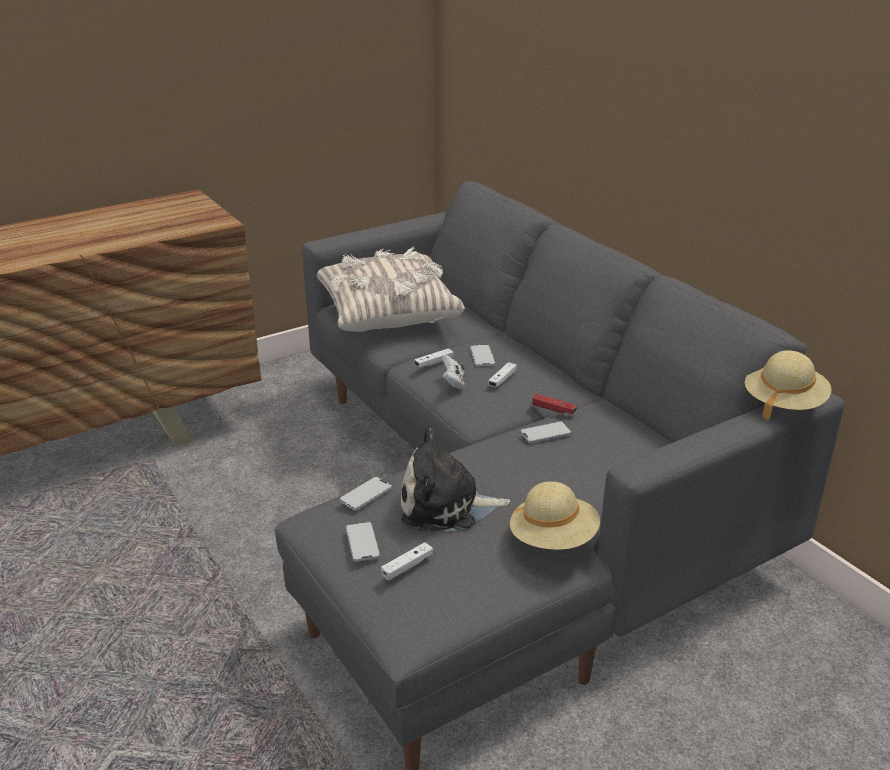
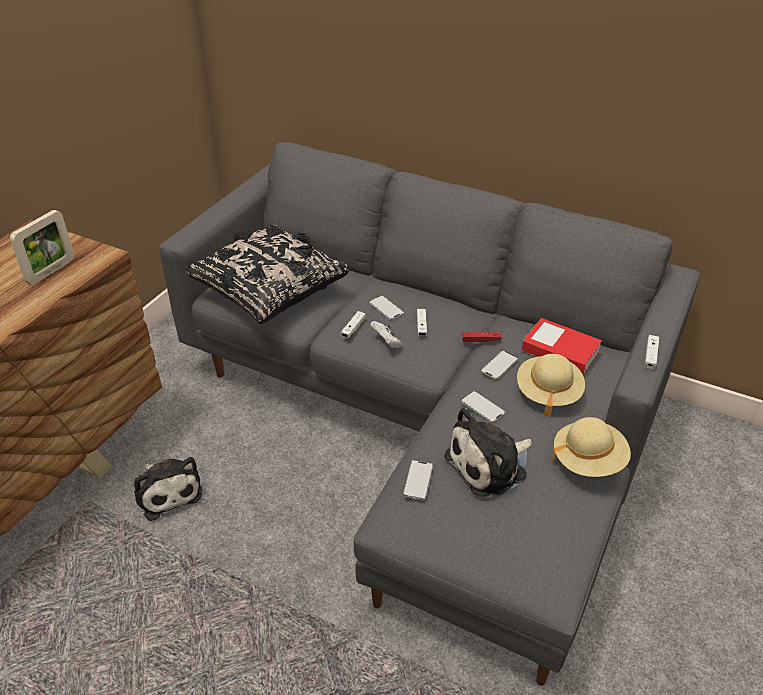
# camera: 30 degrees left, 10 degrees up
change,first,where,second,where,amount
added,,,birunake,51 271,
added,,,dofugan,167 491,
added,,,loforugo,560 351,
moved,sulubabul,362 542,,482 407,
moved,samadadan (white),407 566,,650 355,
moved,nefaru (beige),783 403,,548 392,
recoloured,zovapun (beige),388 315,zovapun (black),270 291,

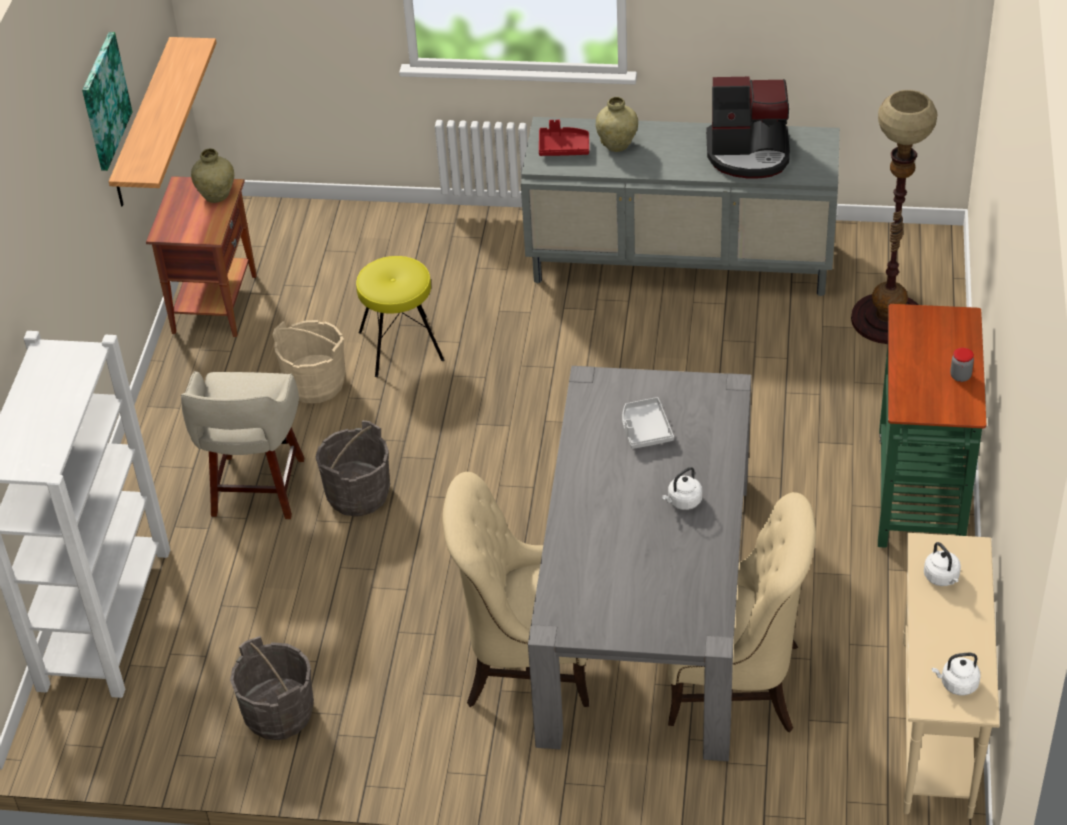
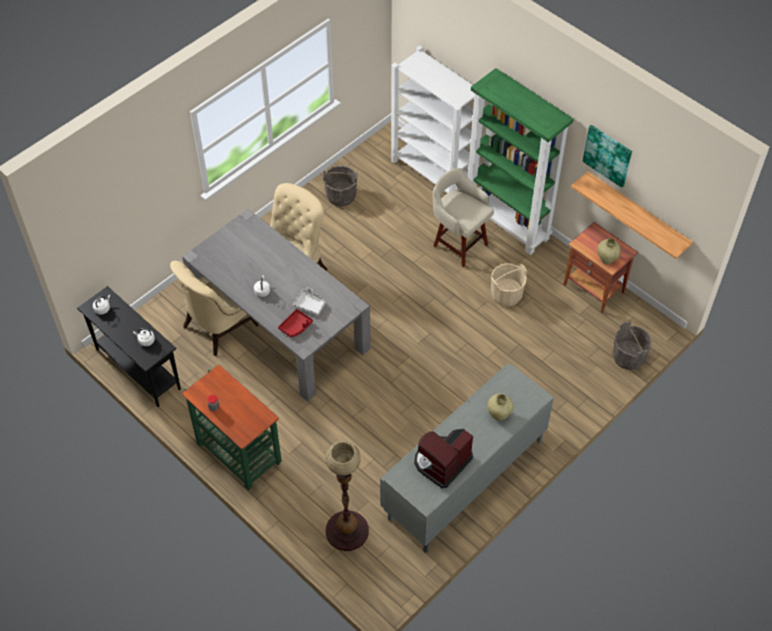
# camera: 125 degrees right, 10 degrees up
change,first,where,second,where,amount
removed,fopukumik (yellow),401 345,,,
added,,,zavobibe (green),508 223,
moved,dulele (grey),358 494,,628 357,
moved,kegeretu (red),563 147,,296 326,
recoloured,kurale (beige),938 728,kurale (black),137 369,

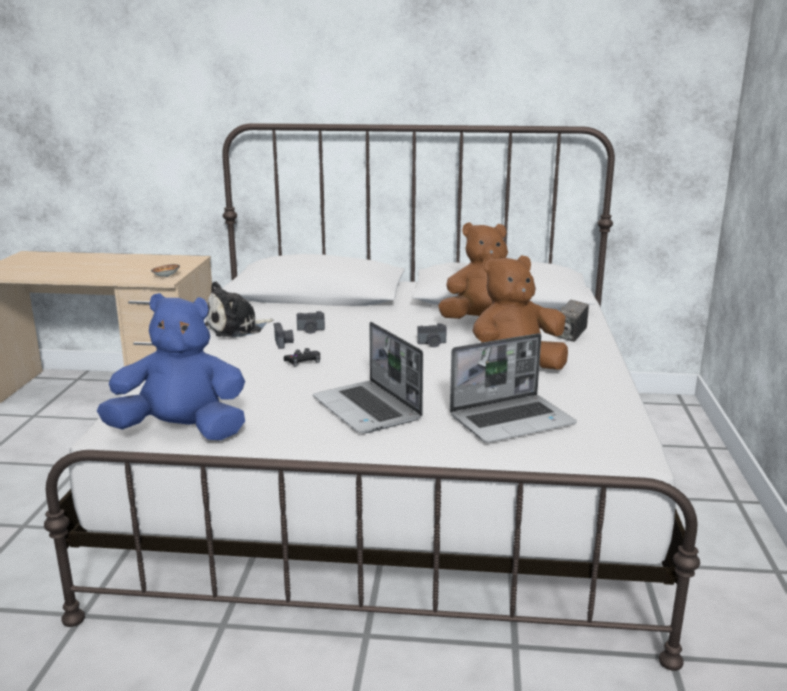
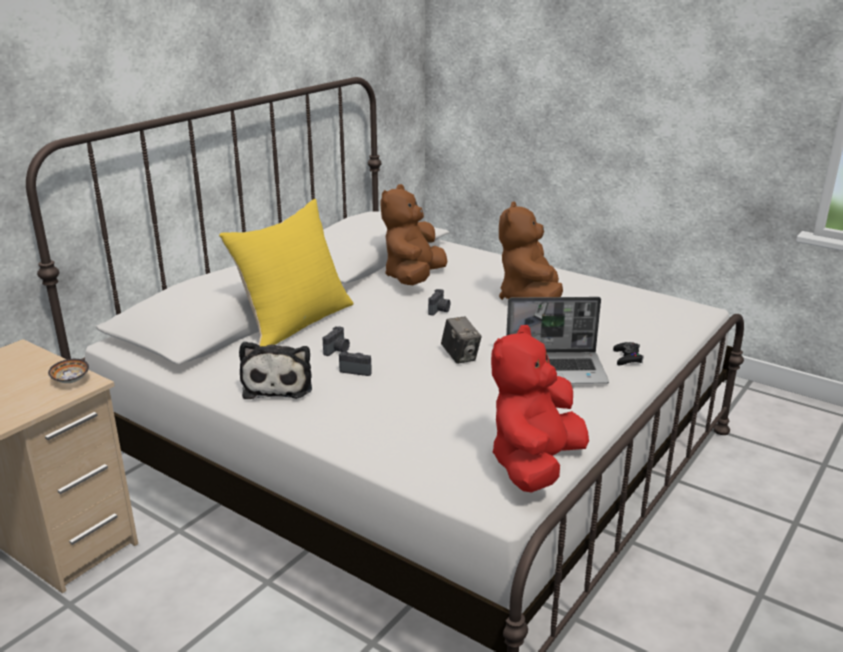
# camera: 60 degrees left, 5 degrees up
change,first,where,second,where,amount
removed,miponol,512 420,,,
added,,,zovapun (yellow),295 323,
moved,samadadan (black),303 362,,627 358,
moved,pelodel,571 336,,460 356,
recoloured,dofugan (blue),181 431,dofugan (red),535 465,

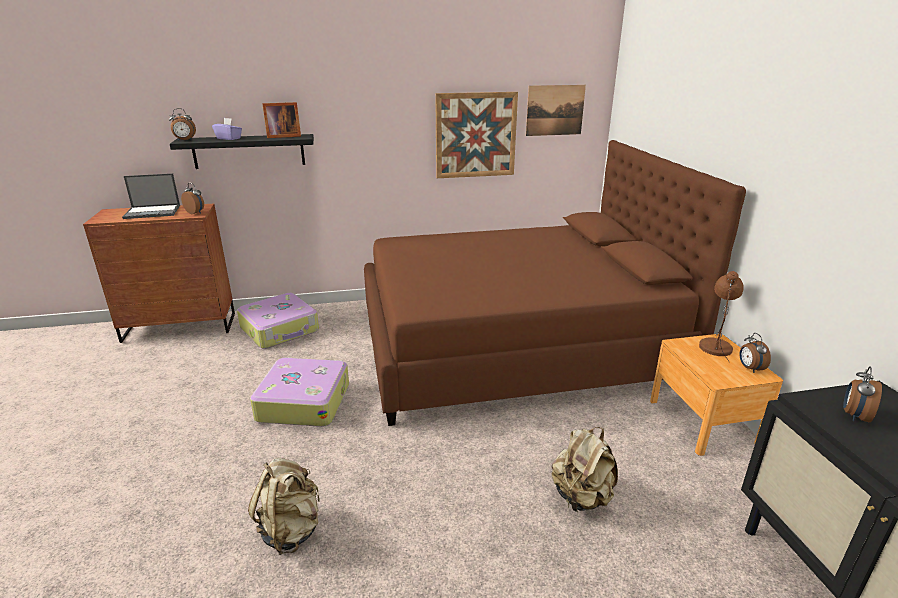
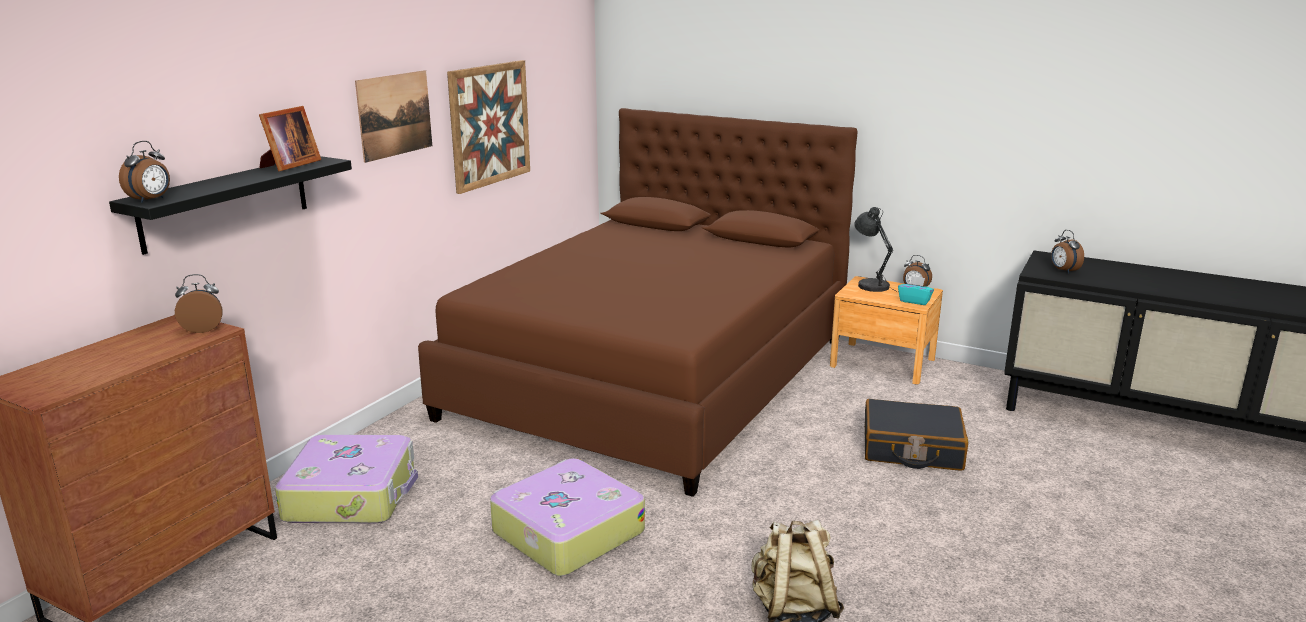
# camera: 50 degrees left, 5 degrees down
change,first,where,second,where,amount
removed,miponol,153 212,,,
removed,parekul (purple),229 138,,,
added,,,parekul (turquoise),914 301,
moved,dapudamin,555 110,,395 115,
replaced,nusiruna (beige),581 497,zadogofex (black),911 449,
recoloured,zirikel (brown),716 346,zirikel (grey),871 285,

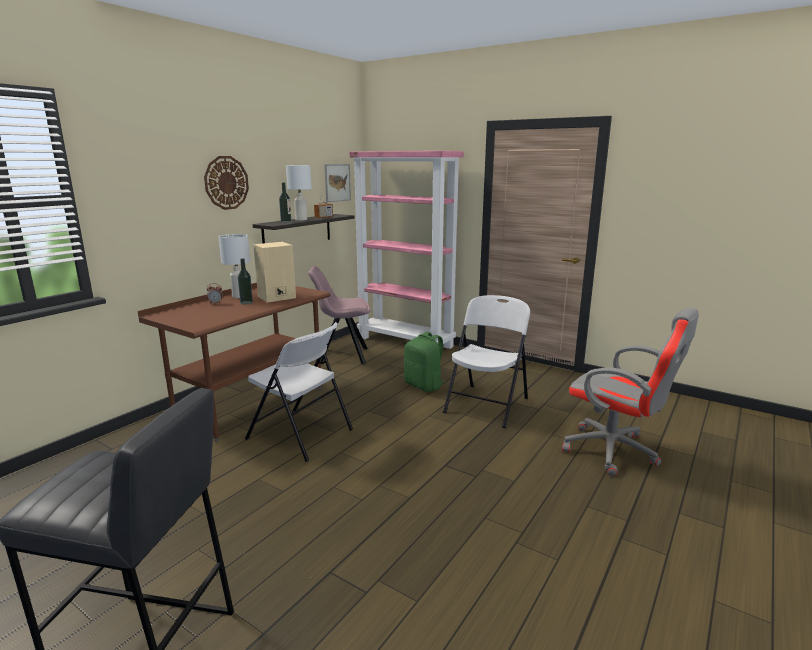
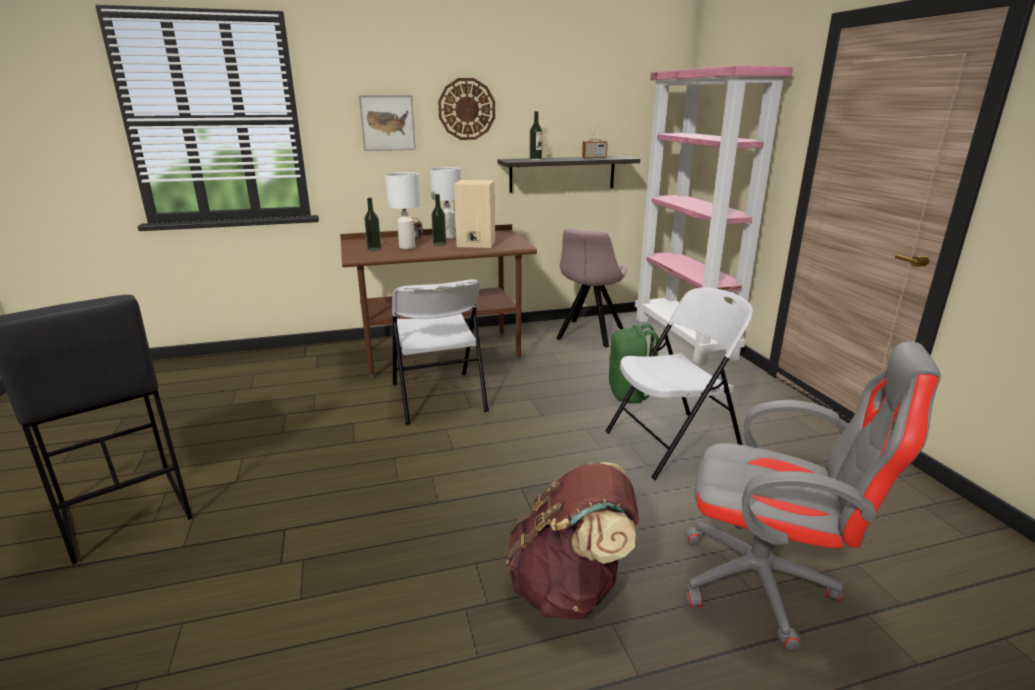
# camera: 40 degrees right, 5 degrees up
change,first,where,second,where,amount
added,,,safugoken,374 249,
added,,,nusiruna (brown),570 588,
moved,zirikel (white),300 219,,406 247,
moved,dapudamin,337 182,,387 123,
turned,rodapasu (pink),342 356,,589 334,105 degrees counterclockwise
turned,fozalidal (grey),617 454,,769 587,60 degrees counterclockwise

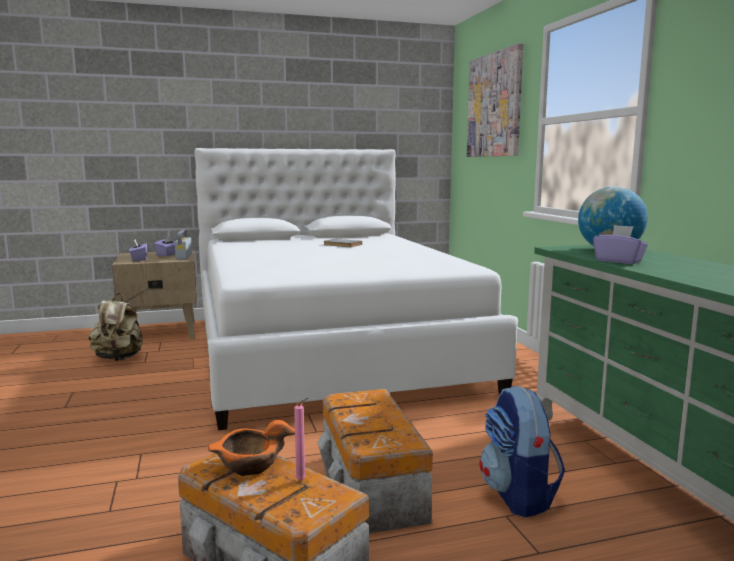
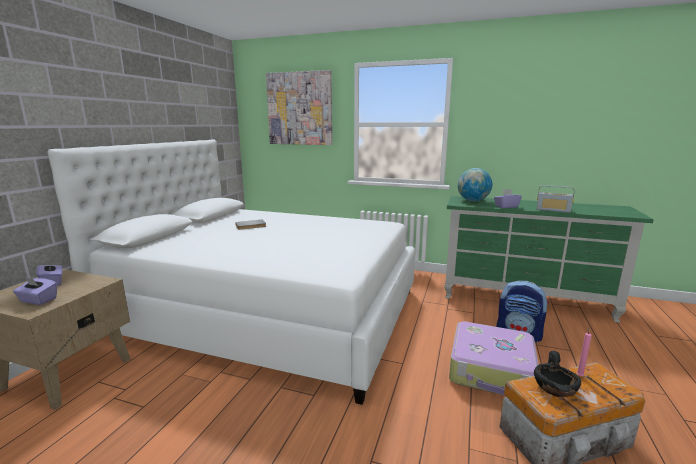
# camera: 55 degrees left, 5 degrees up
change,first,where,second,where,amount
removed,nusiruna (beige),119 359,,,
moved,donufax,184 257,,553 210,
replaced,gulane,371 488,zadogofex,492 370,
recoloured,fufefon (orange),250 466,fufefon (black),554 388,

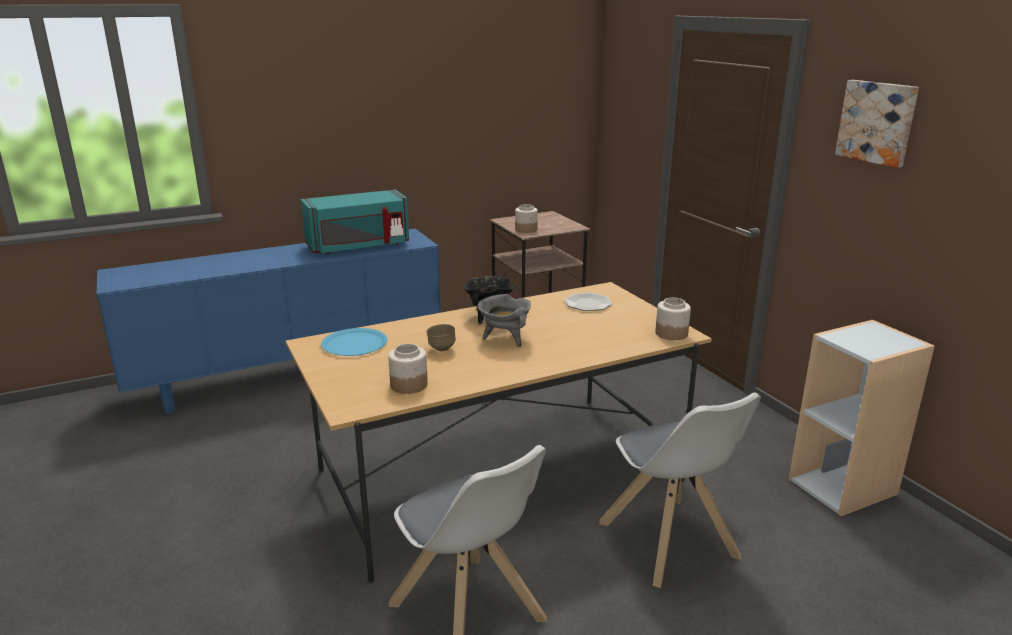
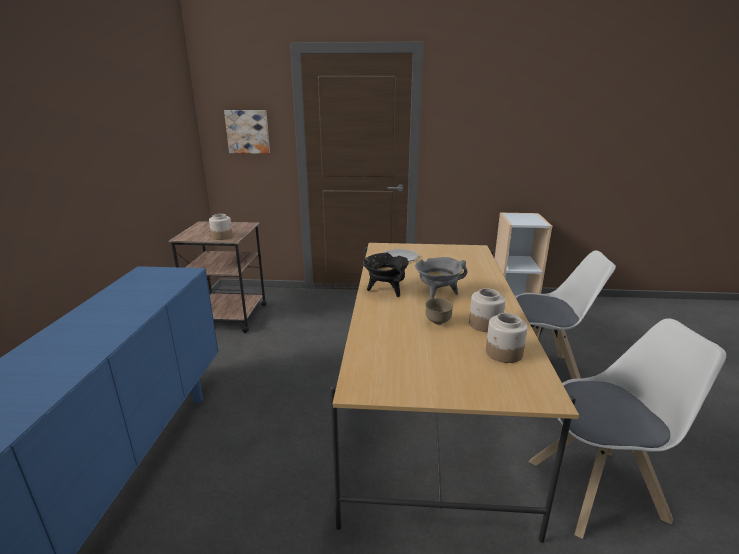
# camera: 60 degrees left, 0 degrees up
change,first,where,second,where,amount
removed,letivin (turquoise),359 246,,,
removed,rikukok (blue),354 344,,,
moved,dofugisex,671 333,,484 324,
moved,dapudamin,877 122,,248 131,

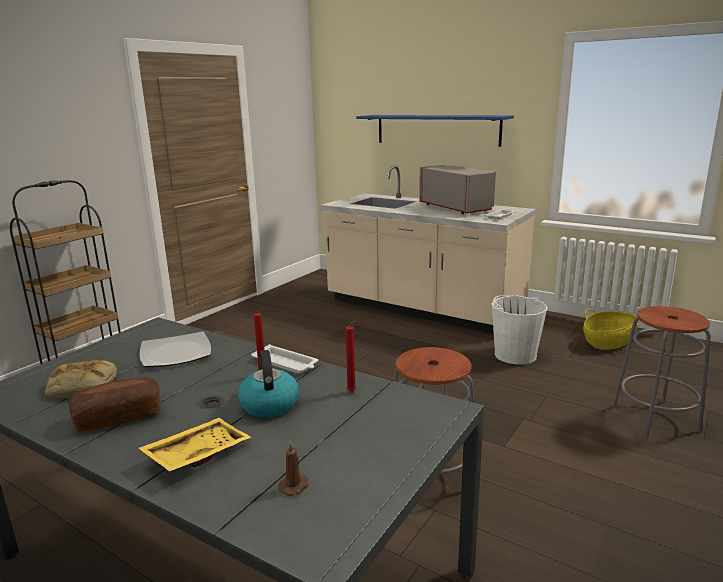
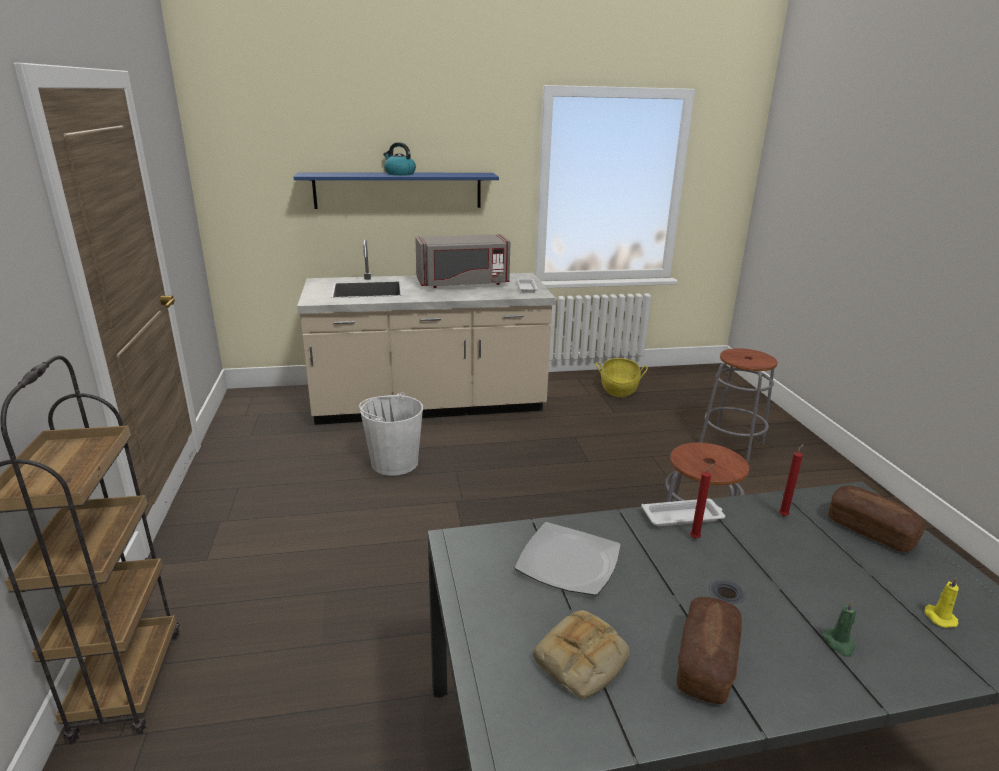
# camera: 45 degrees left, 5 degrees up
change,first,where,second,where,amount
added,,,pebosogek,870 530,
moved,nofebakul,269 404,,399 174,
moved,dulele (white),515 355,,394 462,
replaced,kegeretu (yellow),197 454,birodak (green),839 644,
recoloured,birodak (brown),295 486,birodak (yellow),938 617,
turned,letivin (grey),456 208,,463 283,150 degrees clockwise

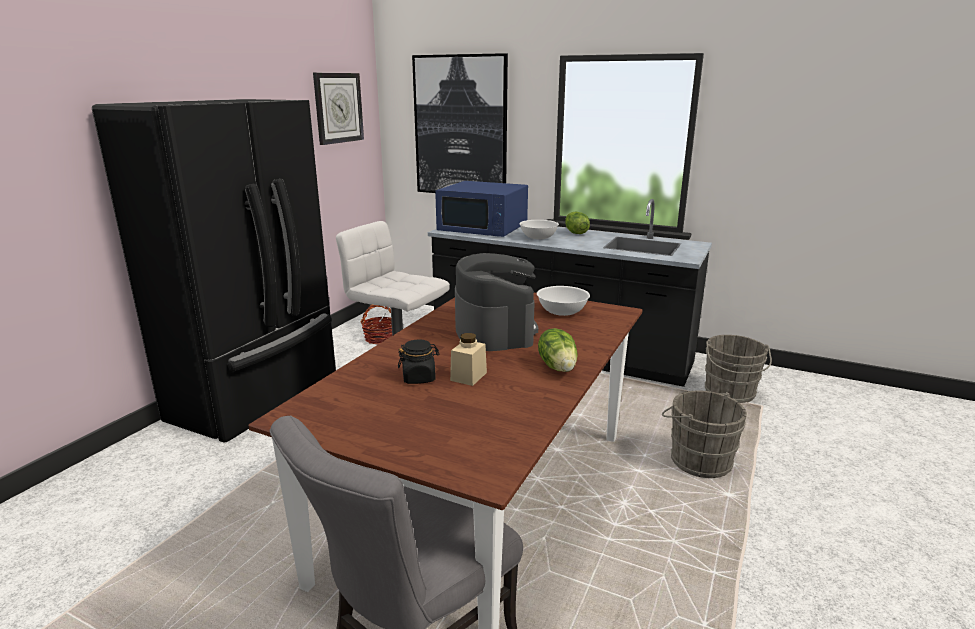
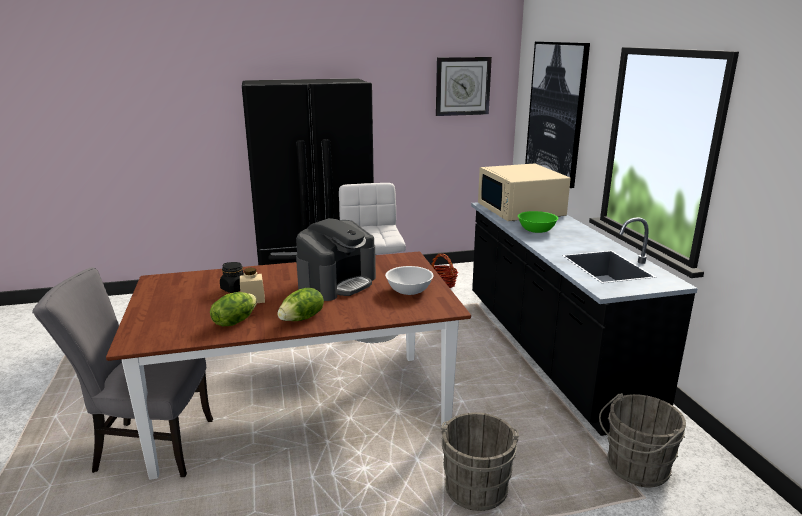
# camera: 50 degrees right, 0 degrees up
change,first,where,second,where,amount
moved,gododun,575 233,,234 321,
recoloured,letivin (blue),483 228,letivin (beige),520 210,
recoloured,fufefon (white),538 237,fufefon (green),536 230,

